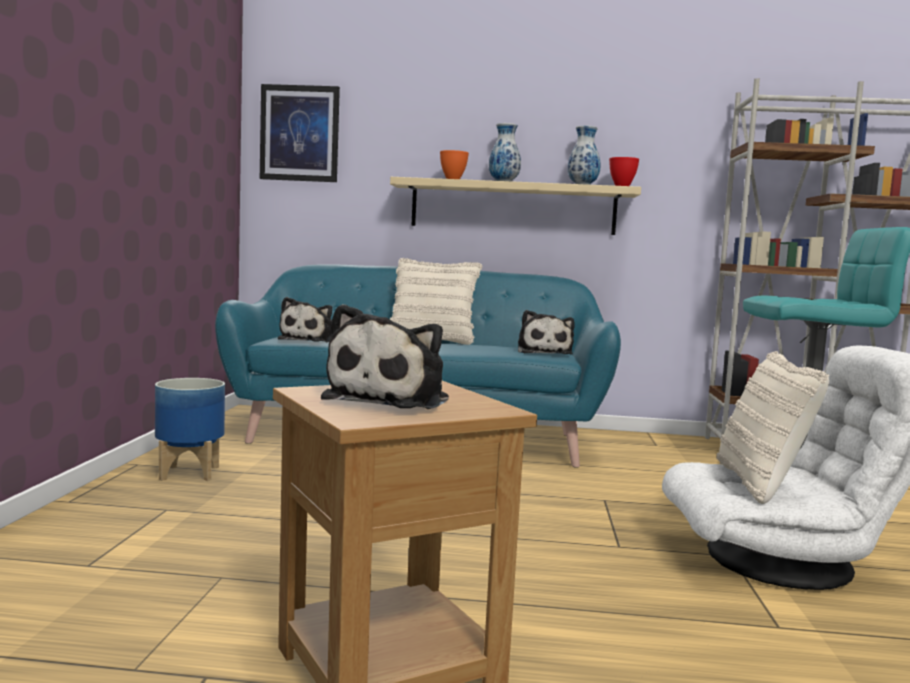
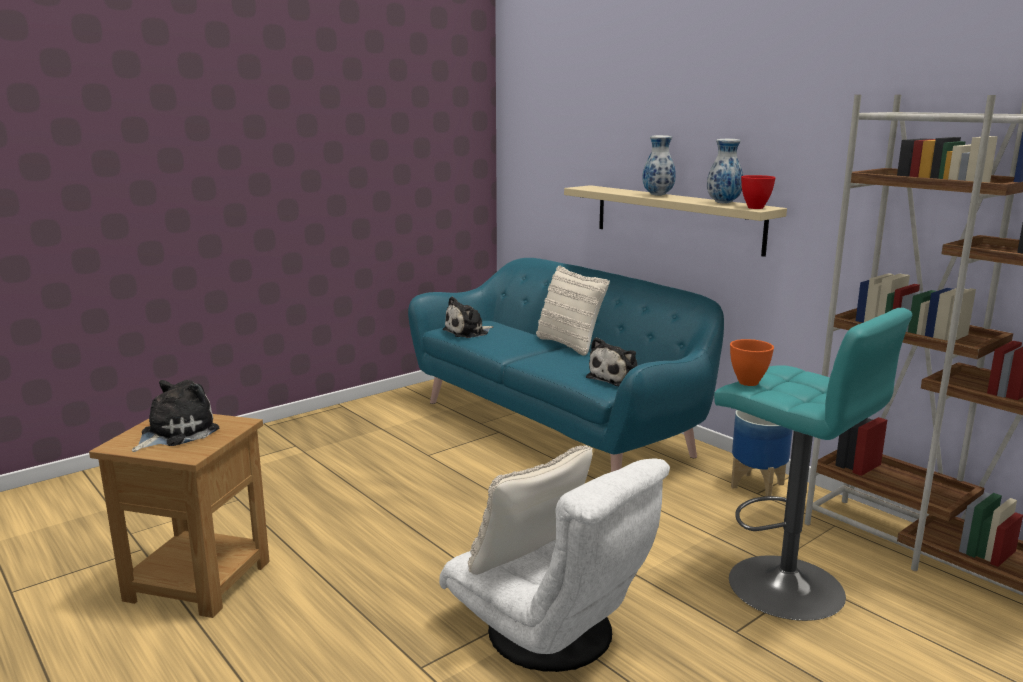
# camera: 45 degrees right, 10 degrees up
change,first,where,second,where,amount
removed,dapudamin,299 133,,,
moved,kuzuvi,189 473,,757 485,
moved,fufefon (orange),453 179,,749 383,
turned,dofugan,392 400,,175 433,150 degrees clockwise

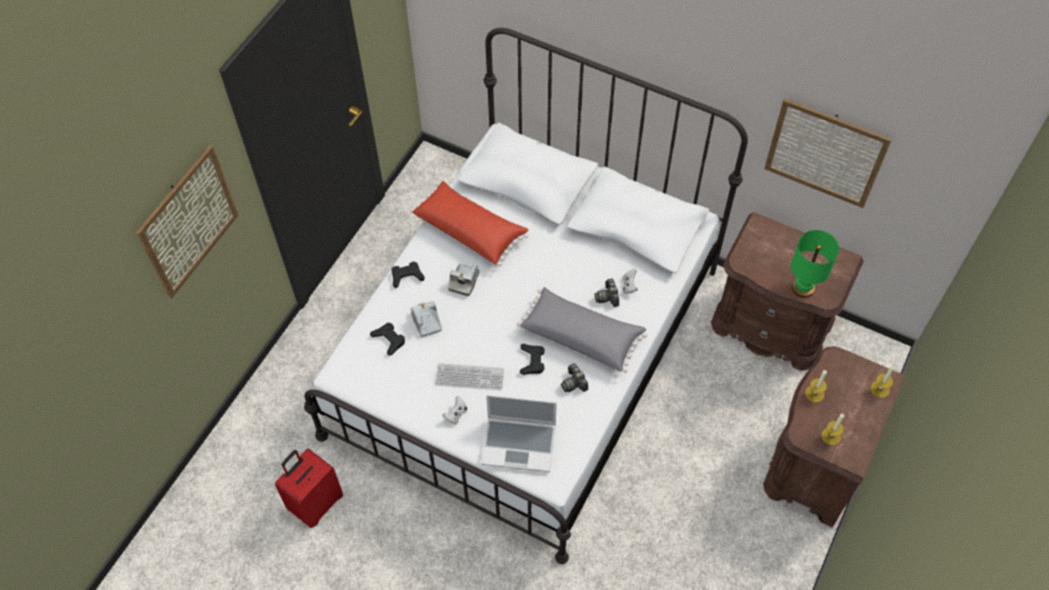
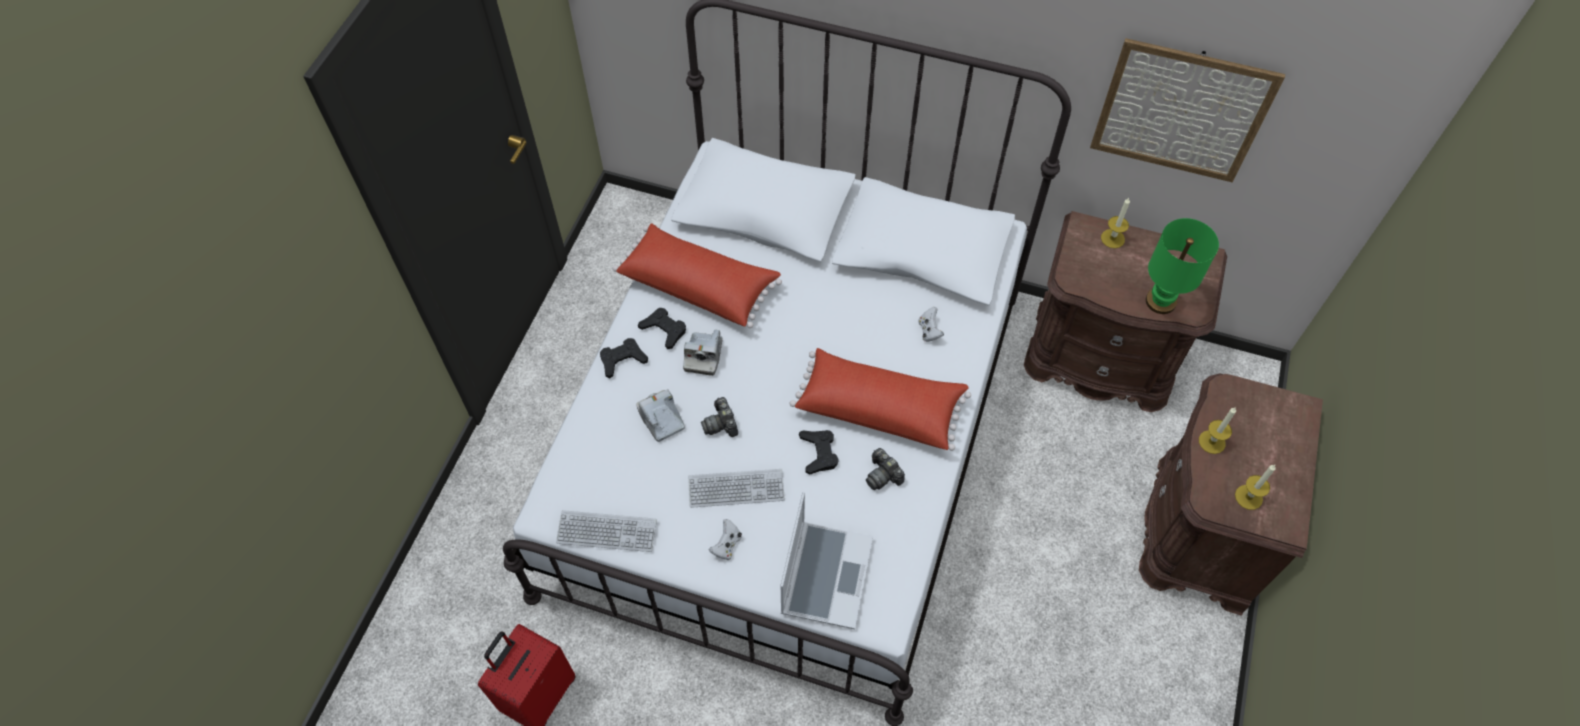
# camera: 10 degrees left, 0 degrees up
change,first,where,second,where,amount
removed,dapudamin,187 221,,,
added,,,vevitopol,607 532,
moved,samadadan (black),389 340,,664 330,
moved,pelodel,608 297,,721 424,
moved,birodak,879 389,,1112 238,
recoloured,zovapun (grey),581 335,zovapun (red),879 407,
turned,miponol,520 444,,825 574,75 degrees counterclockwise

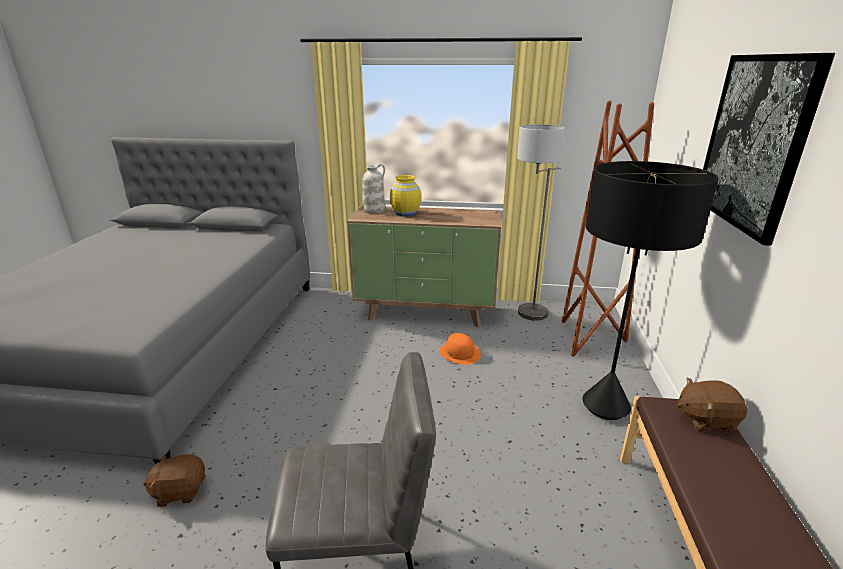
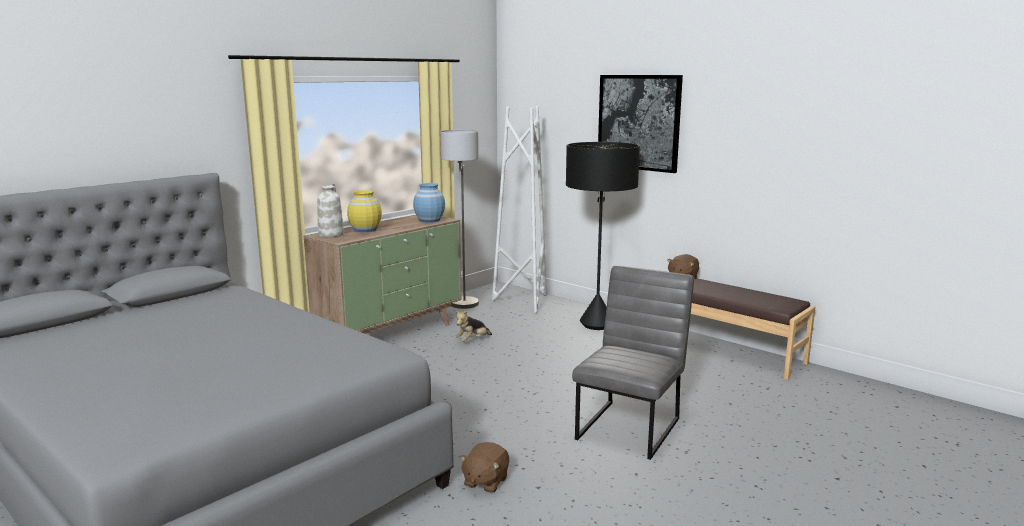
# camera: 55 degrees left, 10 degrees down
change,first,where,second,where,amount
added,,,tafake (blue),429 220,
replaced,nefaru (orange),459 353,dofugan,472 341,
recoloured,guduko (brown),587 339,guduko (white),525 303,

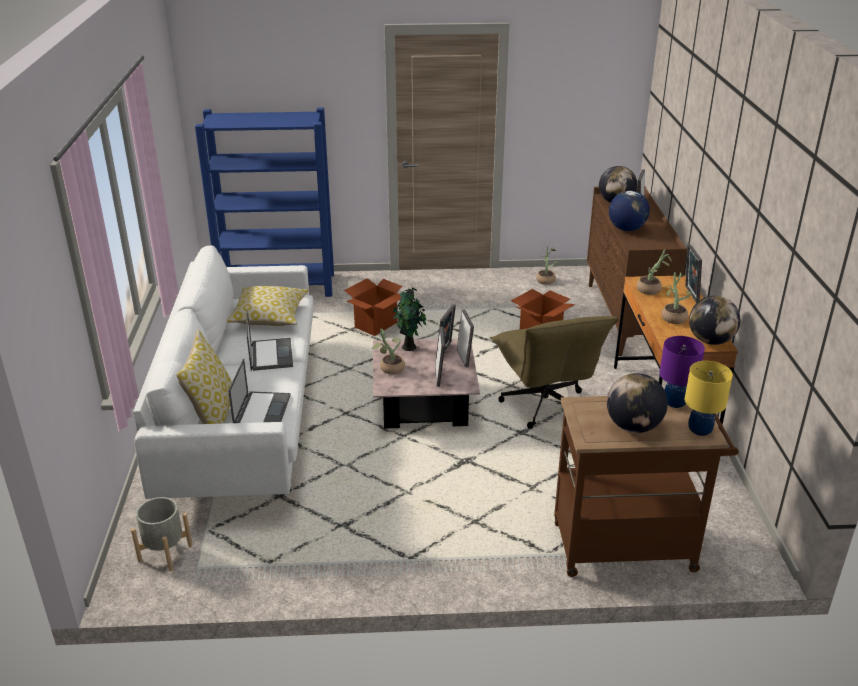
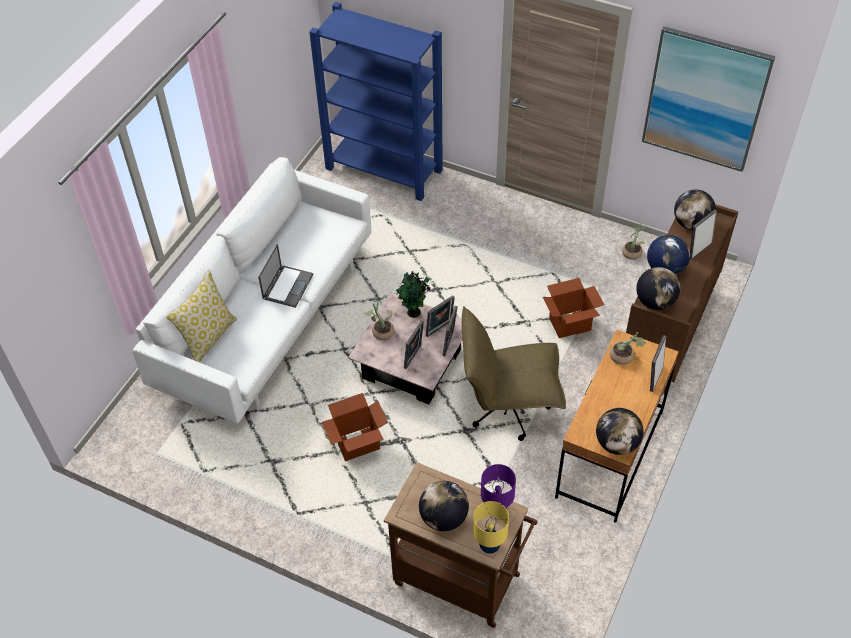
# camera: 30 degrees right, 20 degrees up
change,first,where,second,where,amount
removed,kuzuvi (grey),165 553,,,
removed,zovapun,269 317,,,
removed,miponol,262 410,,,
removed,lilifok,672 317,,,
added,,,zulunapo,655 302,
added,,,dapudamin,705 100,
moved,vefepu,376 326,,357 444,
turned,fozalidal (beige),543 404,,509 407,75 degrees clockwise

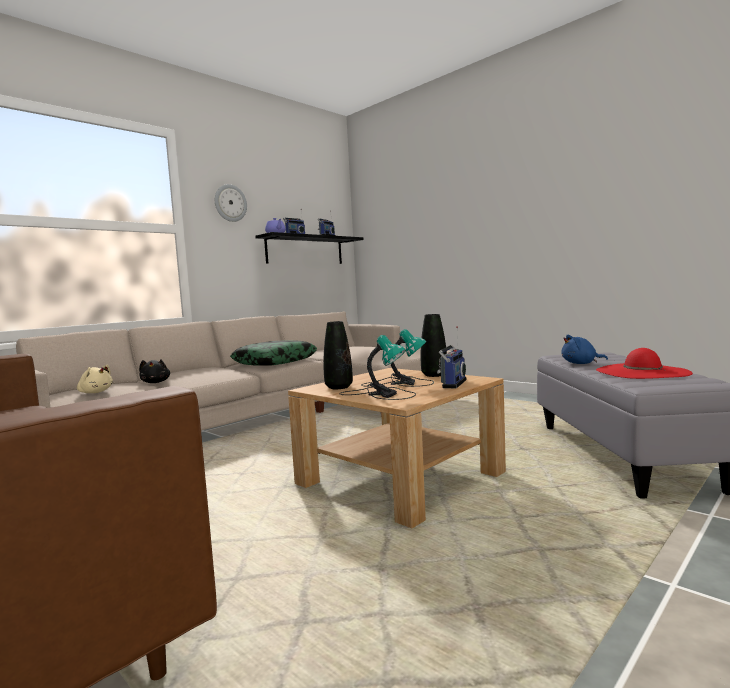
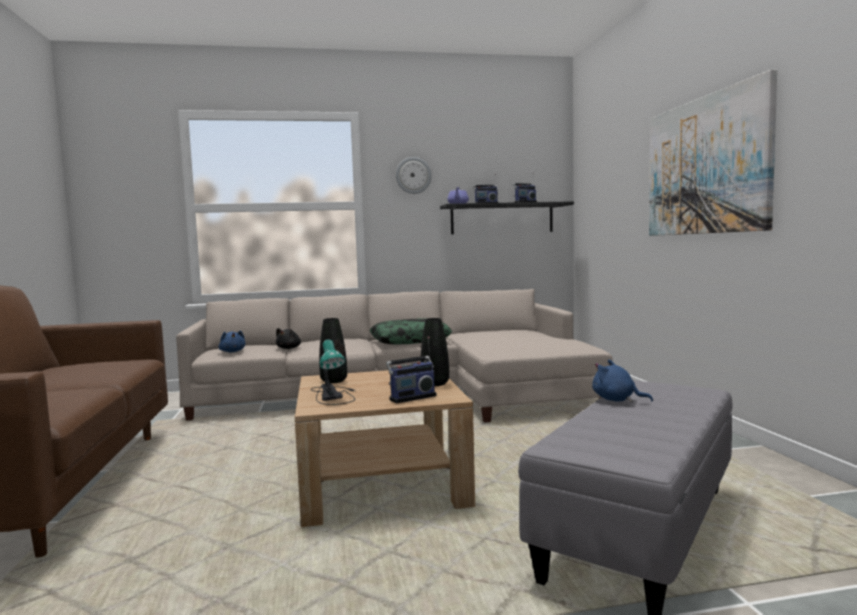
# camera: 35 degrees right, 0 degrees up
change,first,where,second,where,amount
removed,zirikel,400 383,,,
removed,nefaru (red),642 372,,,
added,,,dapudamin,705 166,
recoloured,dofugan (beige),95 392,dofugan (blue),232 351,

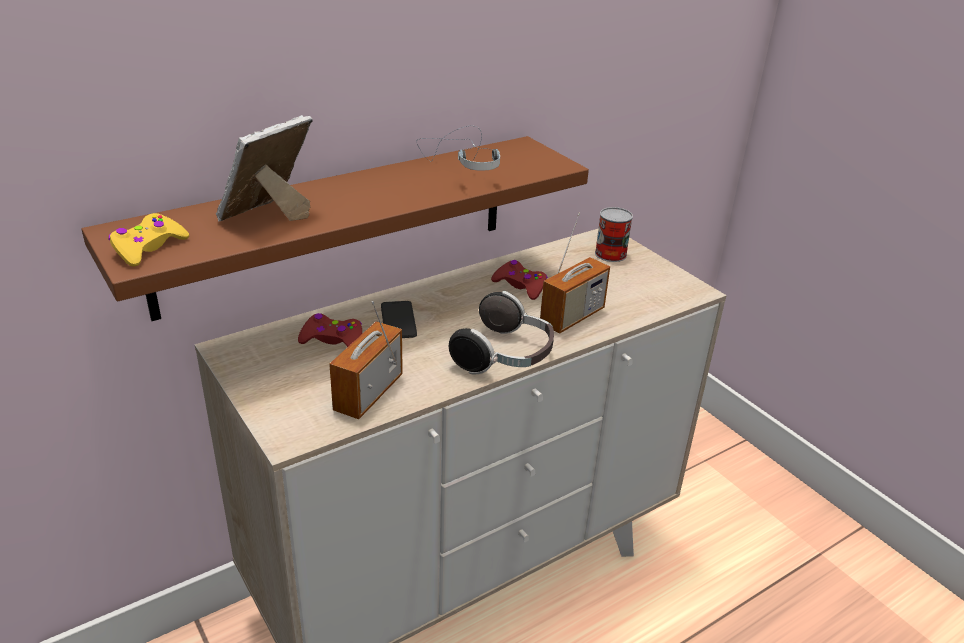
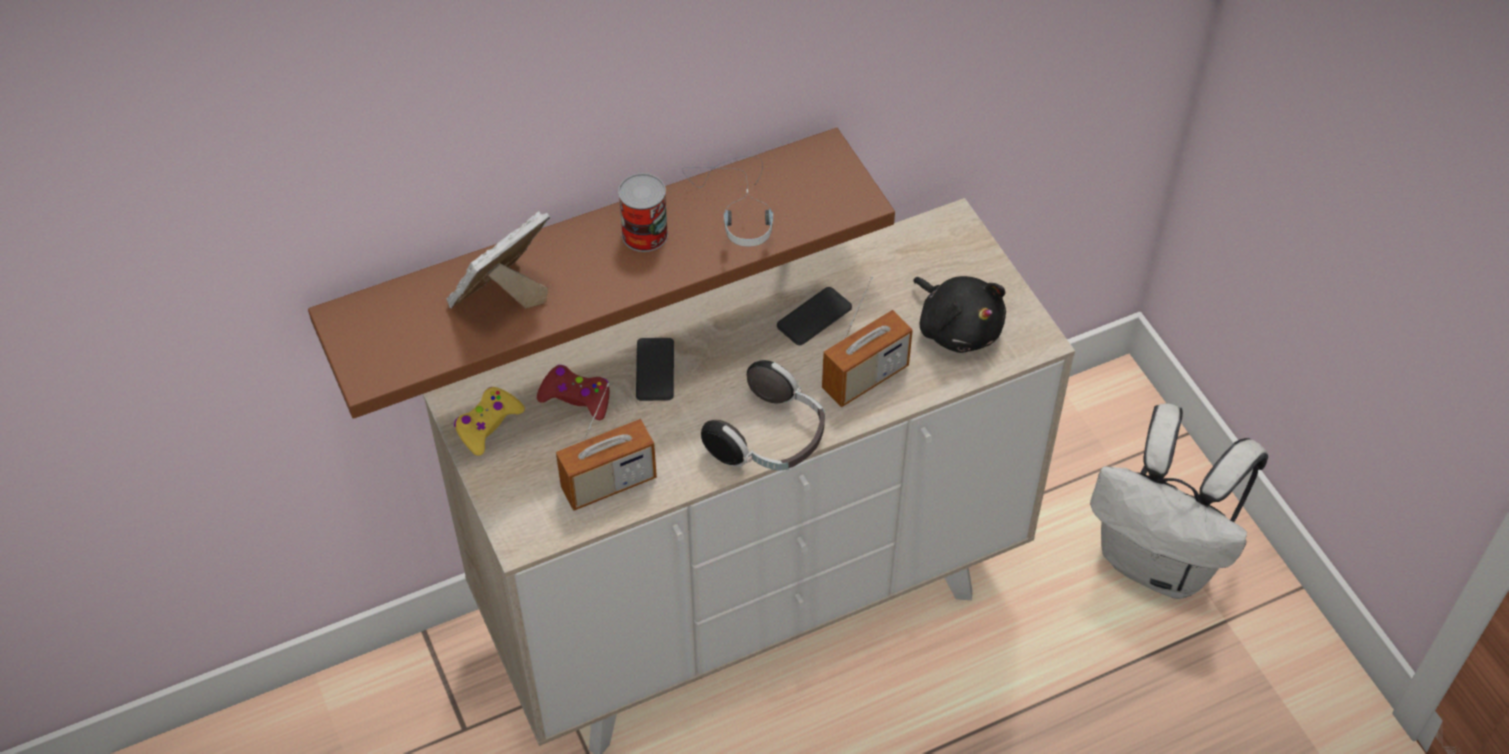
# camera: 10 degrees right, 20 degrees up
change,first,where,second,where,amount
added,,,dofugan (black),957 327,
added,,,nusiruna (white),1159 561,
moved,samadadan (yellow),148 248,,488 425,
moved,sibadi,610 254,,644 234,
replaced,samadadan (red),520 286,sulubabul,814 317,
turned,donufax,368 393,,609 483,150 degrees counterclockwise

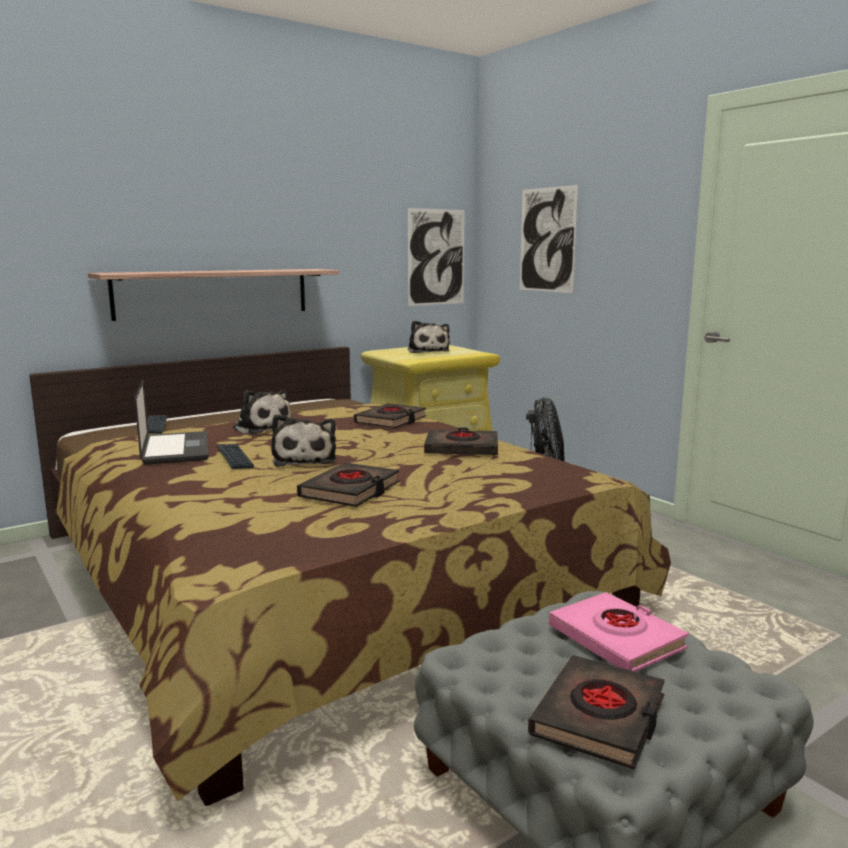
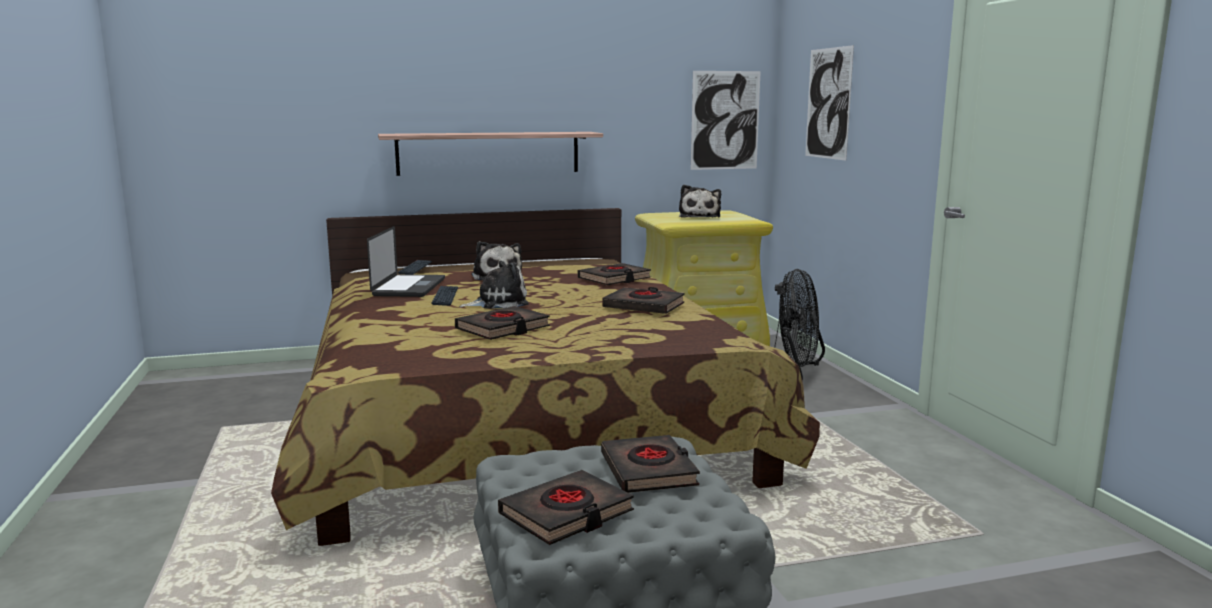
# camera: 20 degrees right, 0 degrees up
change,first,where,second,where,amount
recoloured,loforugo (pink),616 639,loforugo (black),649 471,
turned,dofugan,304 459,,498 303,120 degrees counterclockwise

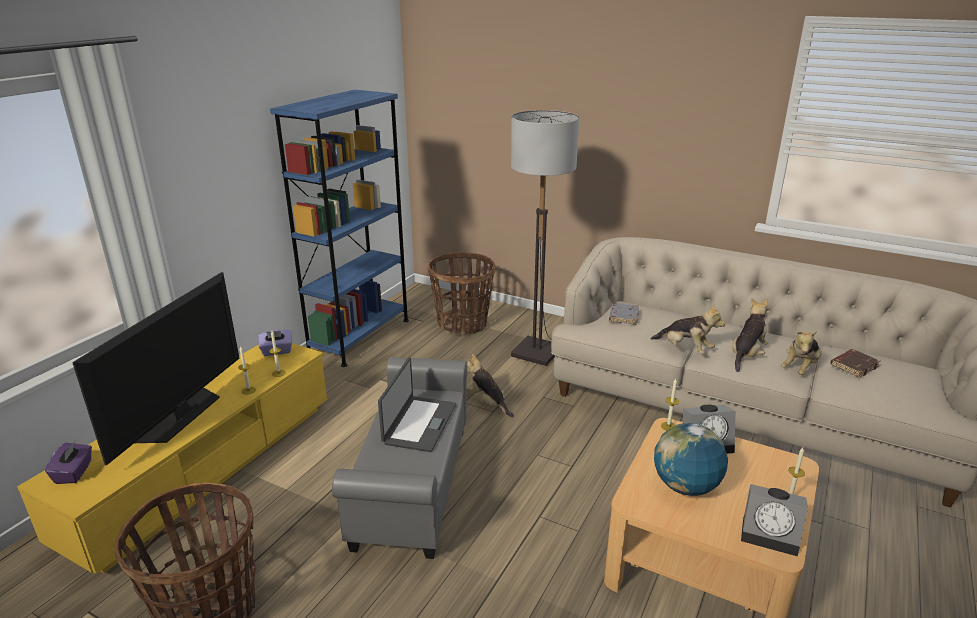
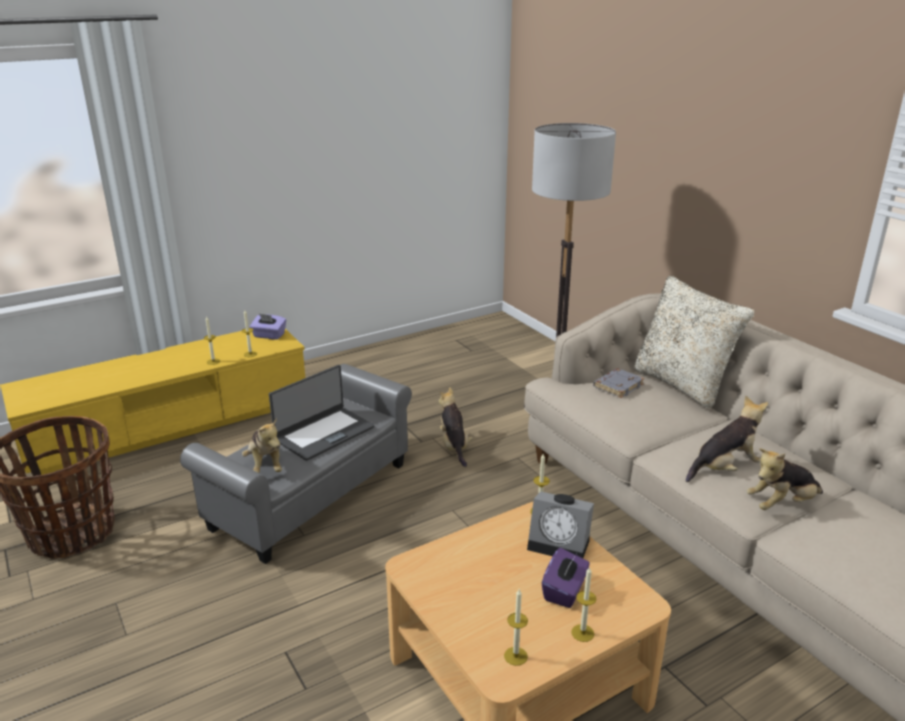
# camera: 30 degrees right, 0 degrees up
change,first,where,second,where,amount
removed,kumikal,180 415,,,
removed,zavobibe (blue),360 337,,,
removed,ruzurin,462 323,,,
removed,zulunapo,685 486,,,
removed,loforugo (brown),853 365,,,
added,,,zovapun (beige),681 387,
moved,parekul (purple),74 472,,564 591,
moved,dofugan,685 349,,266 465,
replaced,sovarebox,771 534,birodak,515 656,

